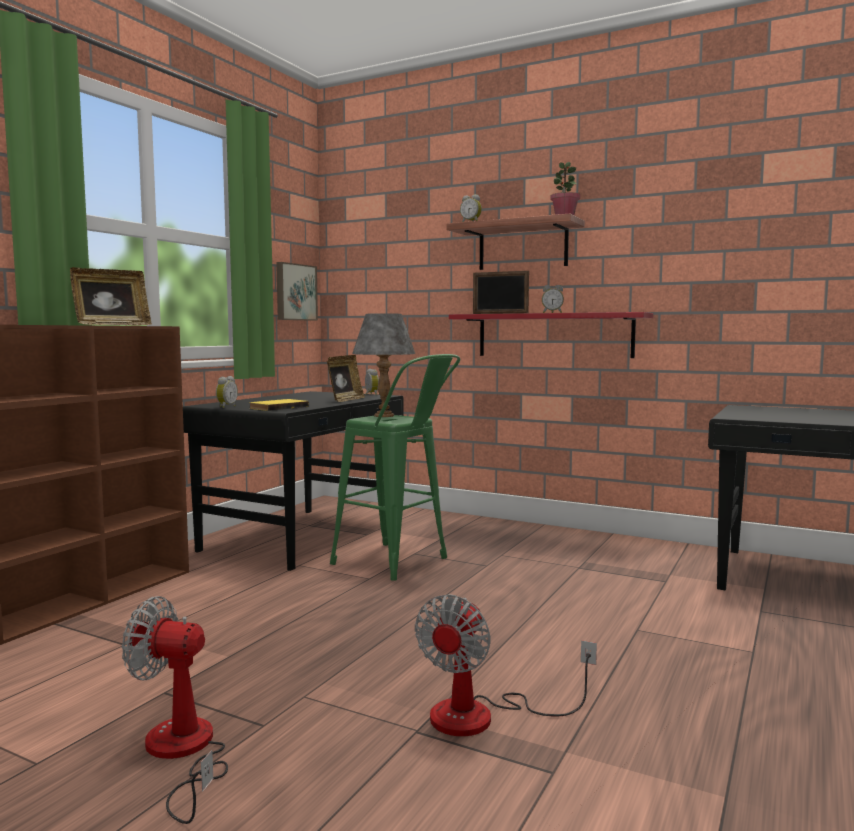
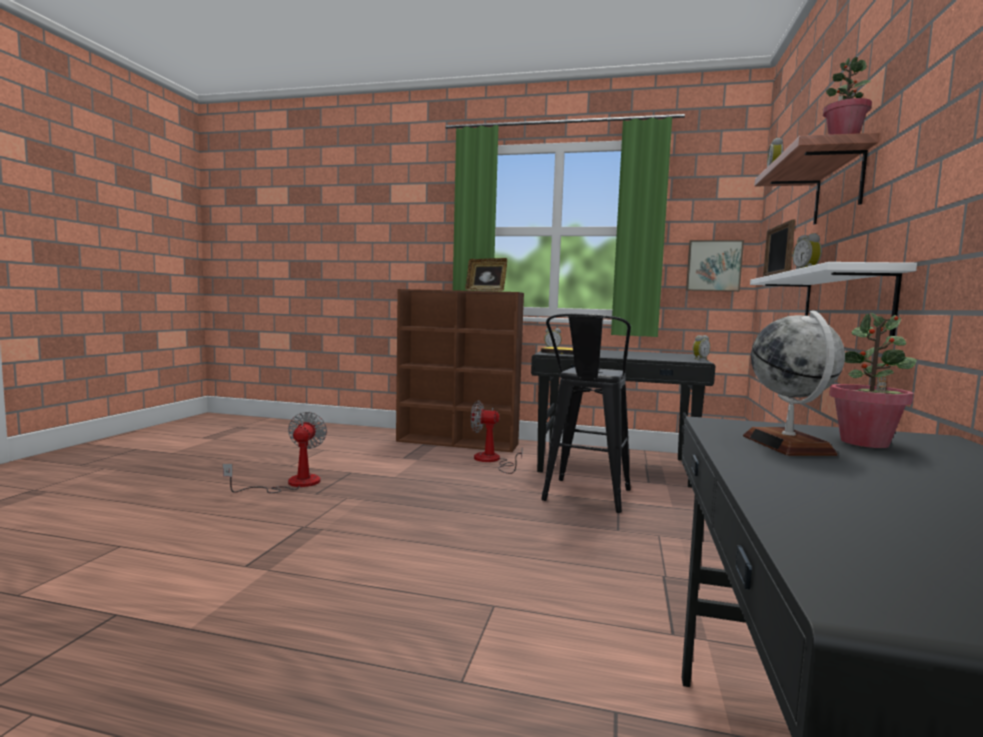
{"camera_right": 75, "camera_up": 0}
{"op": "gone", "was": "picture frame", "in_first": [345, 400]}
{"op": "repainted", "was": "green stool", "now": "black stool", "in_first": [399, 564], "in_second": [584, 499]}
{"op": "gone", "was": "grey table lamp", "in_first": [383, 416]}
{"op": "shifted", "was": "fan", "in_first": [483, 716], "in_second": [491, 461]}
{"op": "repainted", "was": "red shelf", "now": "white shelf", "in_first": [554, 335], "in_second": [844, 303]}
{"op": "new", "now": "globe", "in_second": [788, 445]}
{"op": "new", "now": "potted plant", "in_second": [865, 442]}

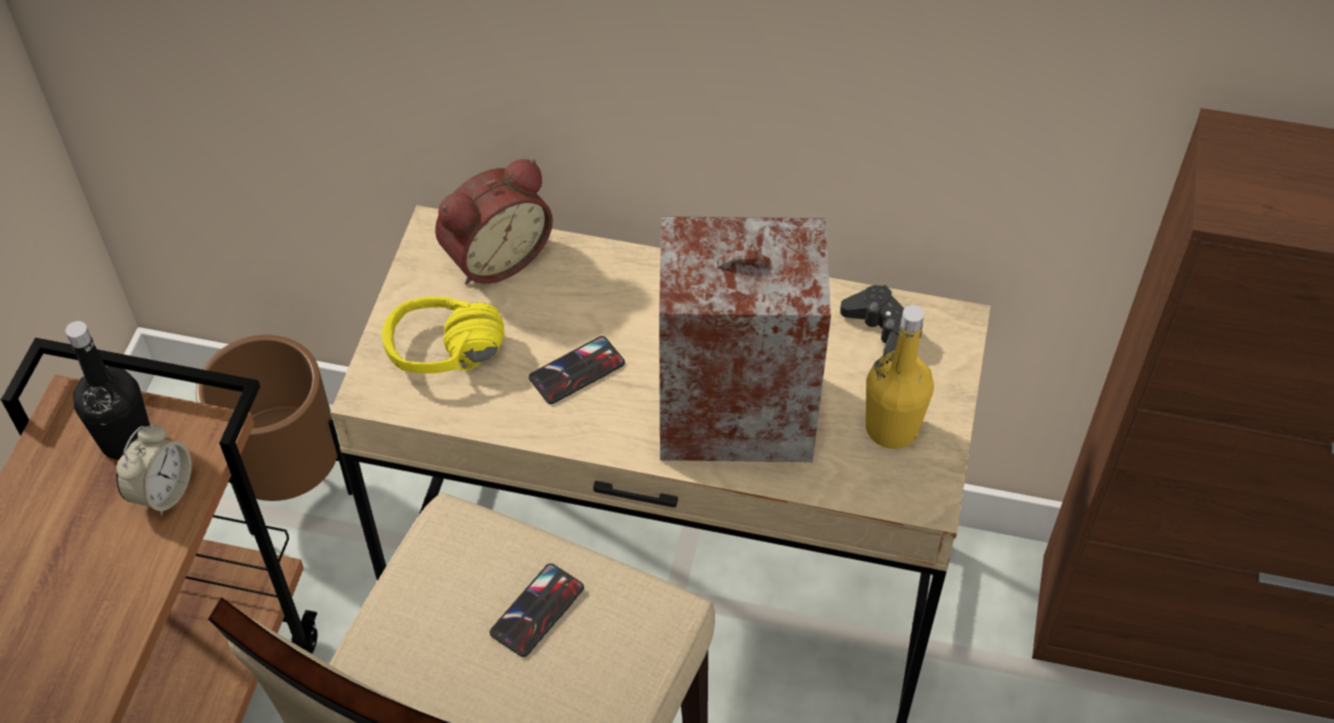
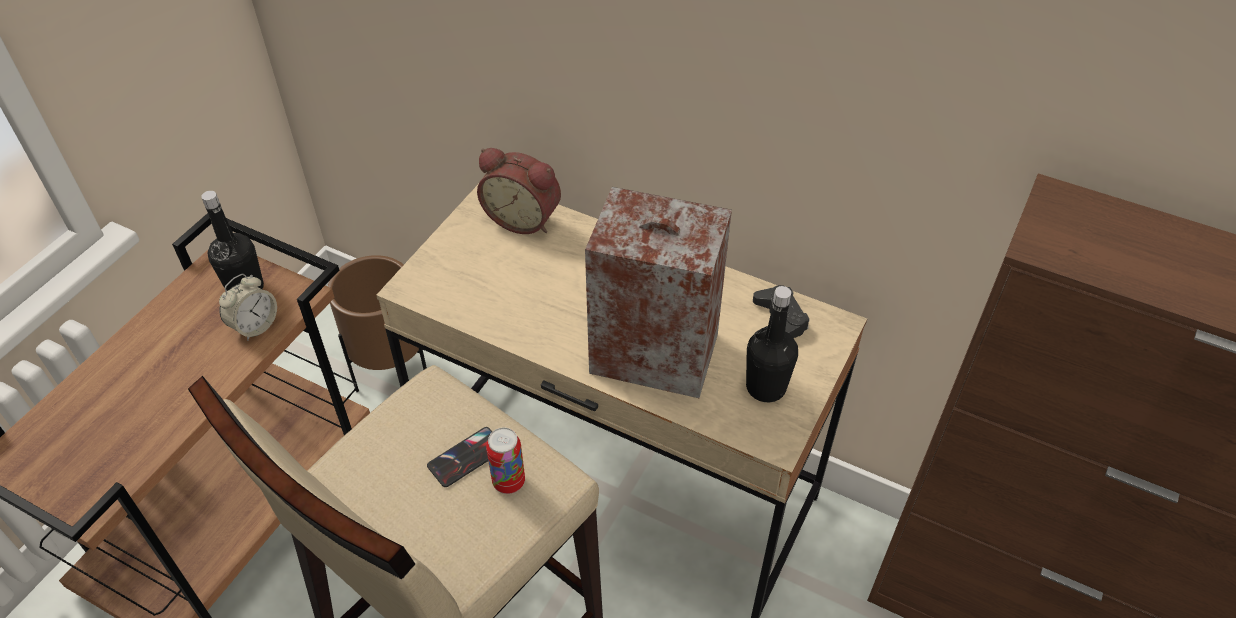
{"camera_right": 15, "camera_up": -5}
{"op": "gone", "was": "yellow headphones", "in_first": [446, 364]}
{"op": "rotated", "was": "alarm clock", "in_first": [494, 256], "in_second": [524, 218], "clockwise": 45}
{"op": "gone", "was": "phone", "in_first": [577, 371]}
{"op": "repainted", "was": "yellow bottle", "now": "black bottle", "in_first": [891, 428], "in_second": [766, 387]}
{"op": "new", "now": "can", "in_second": [508, 482]}

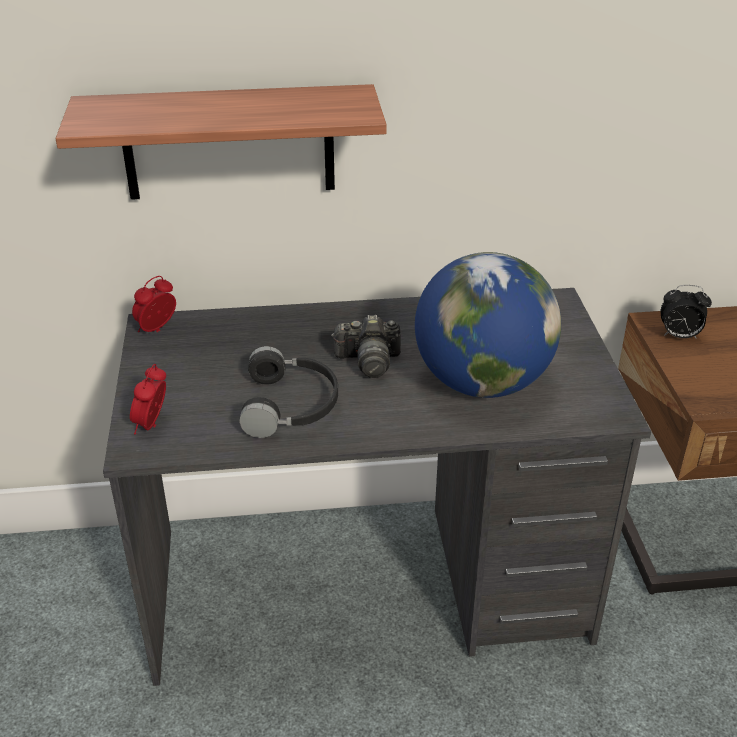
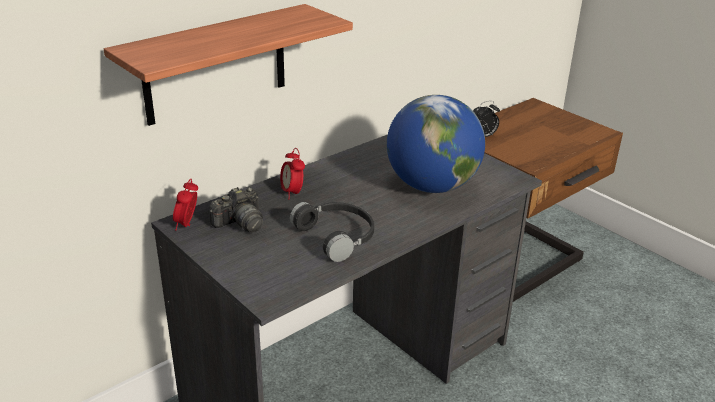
{"camera_right": -35, "camera_up": -5}
{"op": "shifted", "was": "alarm clock", "in_first": [152, 425], "in_second": [292, 193]}
{"op": "shifted", "was": "photo camera", "in_first": [368, 361], "in_second": [240, 223]}

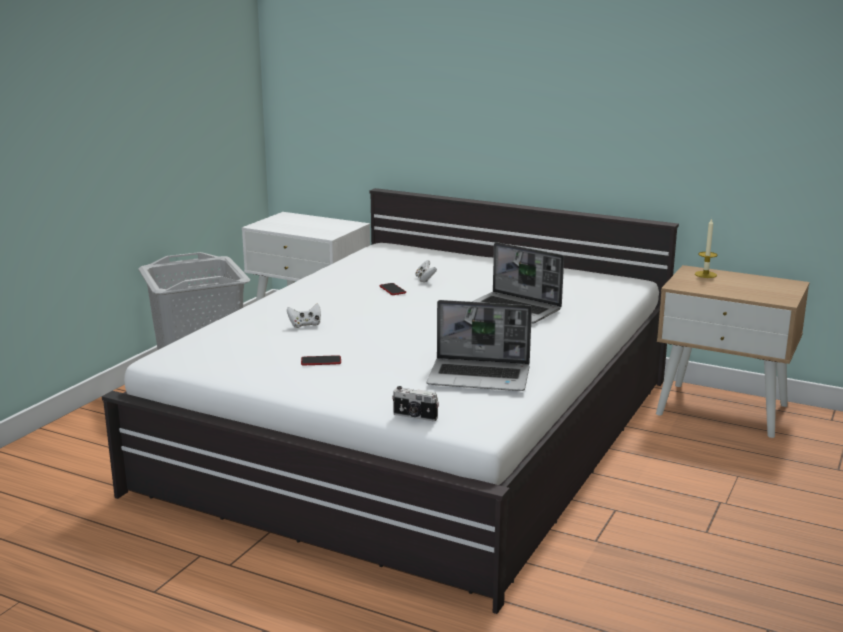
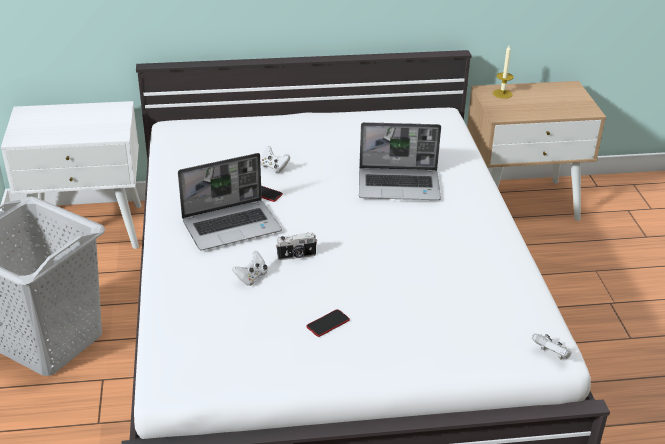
{"camera_right": -35, "camera_up": 15}
{"op": "shifted", "was": "photo camera", "in_first": [414, 417], "in_second": [297, 256]}
{"op": "shifted", "was": "laptop", "in_first": [480, 377], "in_second": [232, 226]}
{"op": "new", "now": "white game controller", "in_second": [551, 355]}

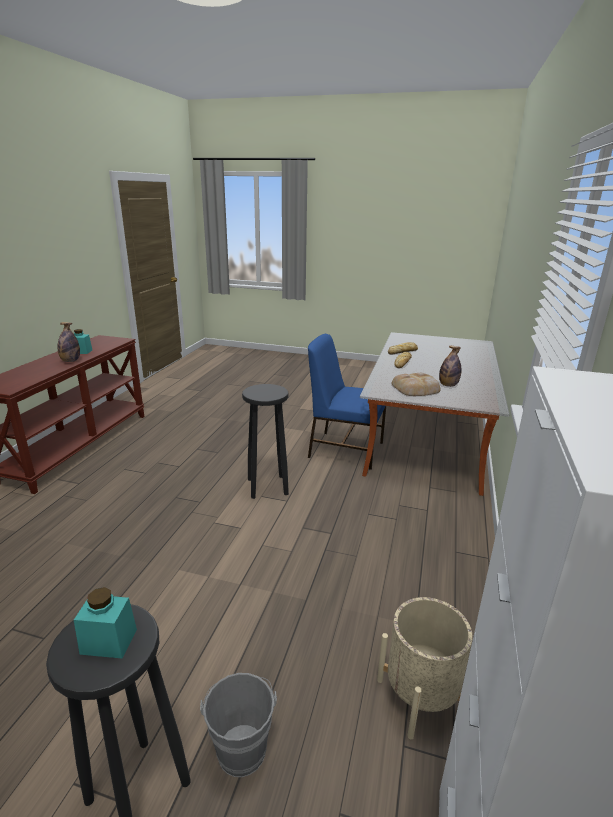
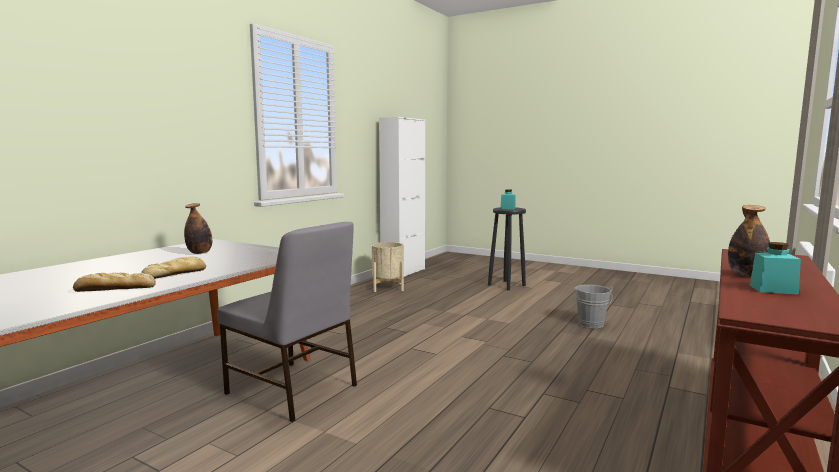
{"camera_right": -165, "camera_up": -15}
{"op": "shifted", "was": "grey bucket", "in_first": [241, 745], "in_second": [591, 325]}
{"op": "gone", "was": "black stool", "in_first": [267, 487]}
{"op": "repainted", "was": "blue chair", "now": "grey chair", "in_first": [345, 449], "in_second": [292, 390]}
{"op": "gone", "was": "bread", "in_first": [416, 389]}

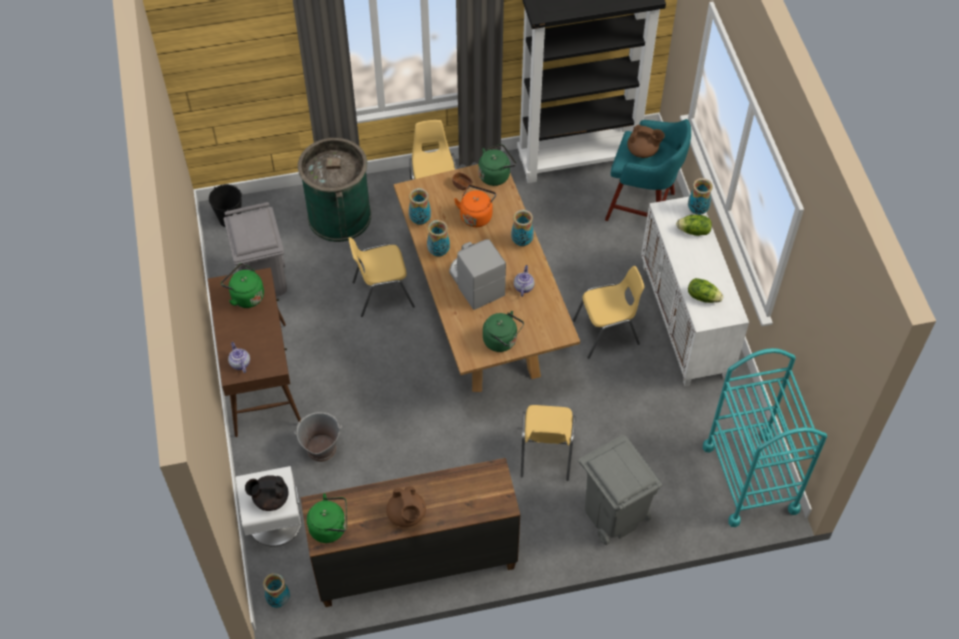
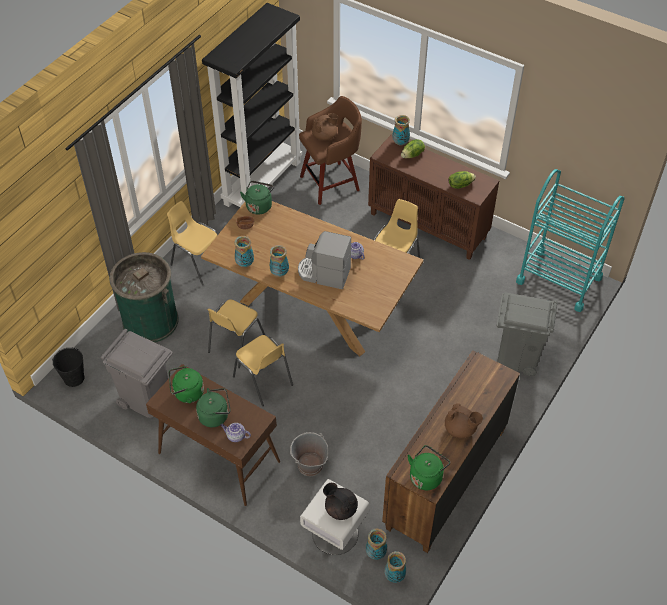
{"camera_right": -45, "camera_up": -5}
{"op": "rotated", "was": "black teapot", "in_first": [270, 498], "in_second": [340, 508], "clockwise": 90}
{"op": "gone", "was": "orange kettle", "in_first": [476, 215]}
{"op": "shifted", "was": "green kettle", "in_first": [502, 341], "in_second": [215, 415]}
{"op": "shifted", "was": "vase", "in_first": [521, 241], "in_second": [375, 553]}
{"op": "shifted", "was": "yellow chair", "in_first": [545, 454], "in_second": [263, 381]}
{"op": "repainted", "was": "turquoise stool", "now": "brown stool", "in_first": [642, 207], "in_second": [331, 183]}
{"op": "repainted", "was": "white cabinet", "now": "brown cabinet", "in_first": [685, 321], "in_second": [429, 225]}

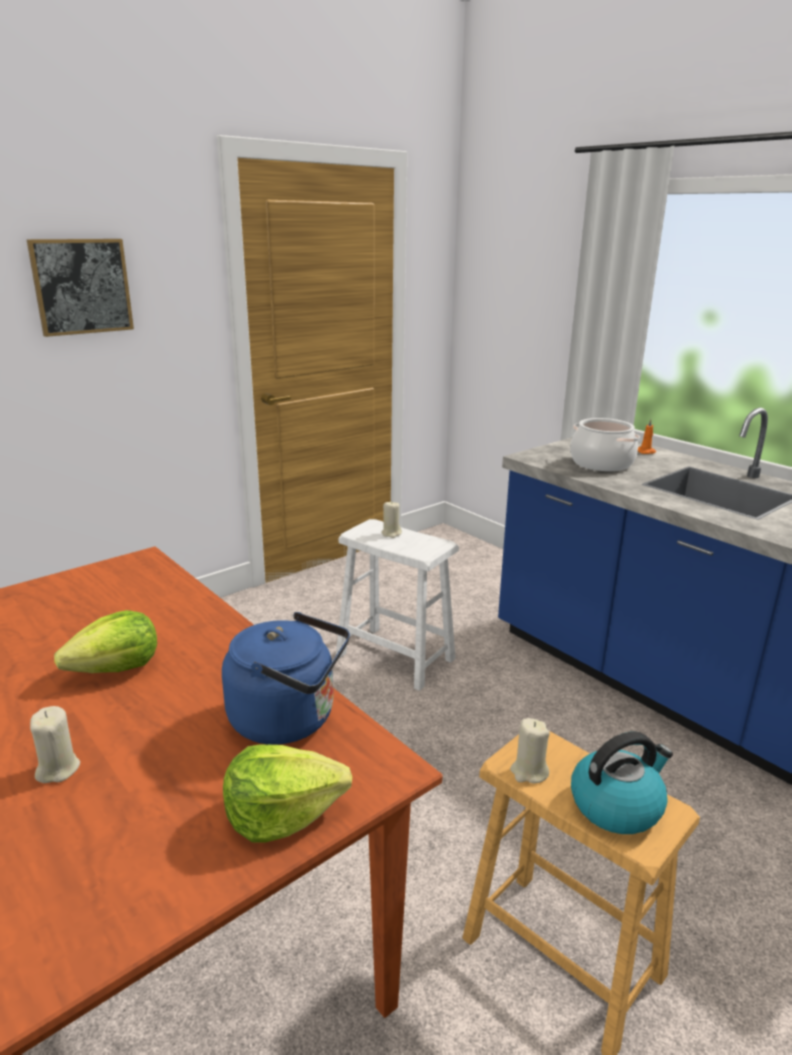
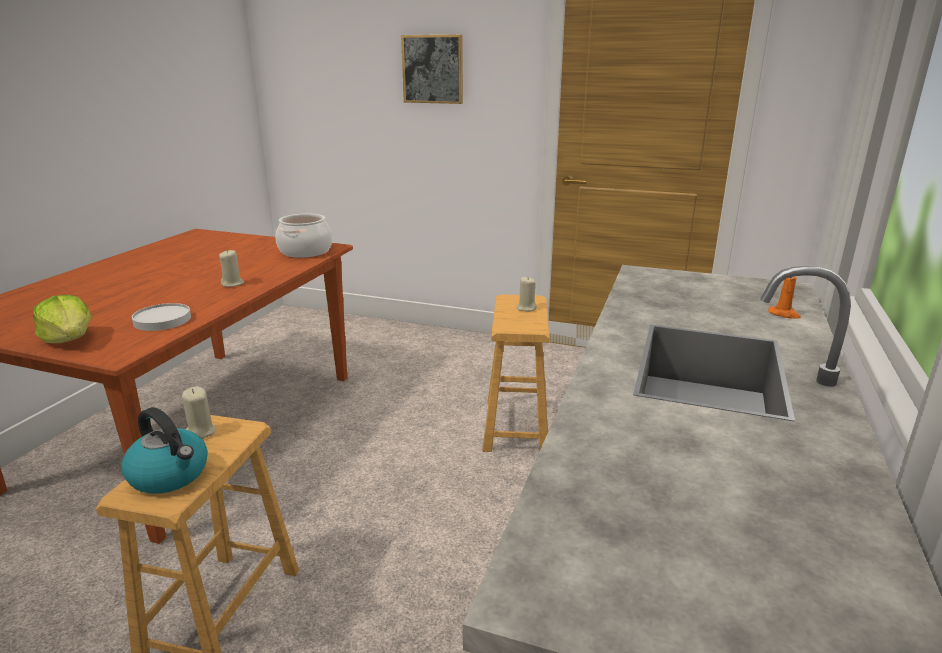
{"camera_right": 60, "camera_up": 0}
{"op": "shifted", "was": "beige candle", "in_first": [58, 769], "in_second": [232, 284]}
{"op": "gone", "was": "lettuce", "in_first": [116, 668]}
{"op": "swapped", "was": "blue kettle", "now": "white plate", "in_first": [289, 719], "in_second": [162, 320]}
{"op": "repainted", "was": "white stool", "now": "brown stool", "in_first": [395, 657], "in_second": [516, 426]}
{"op": "shifted", "was": "cooking pot", "in_first": [602, 463], "in_second": [305, 251]}

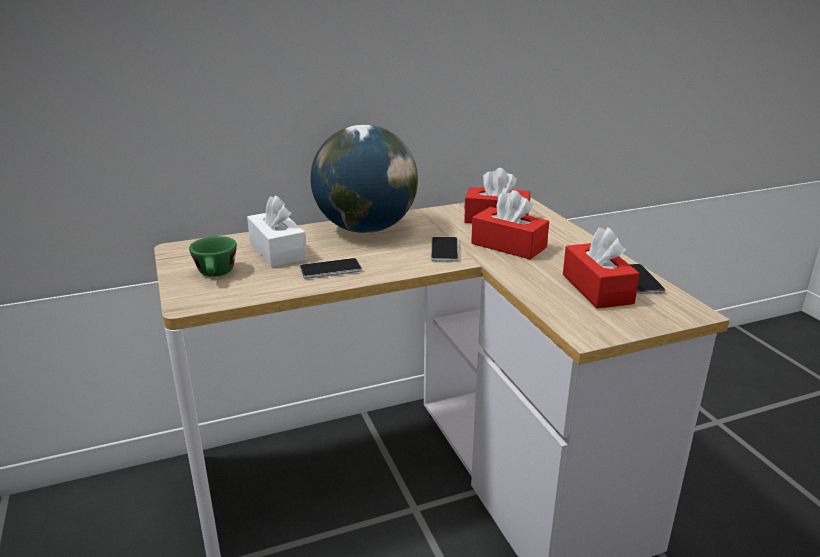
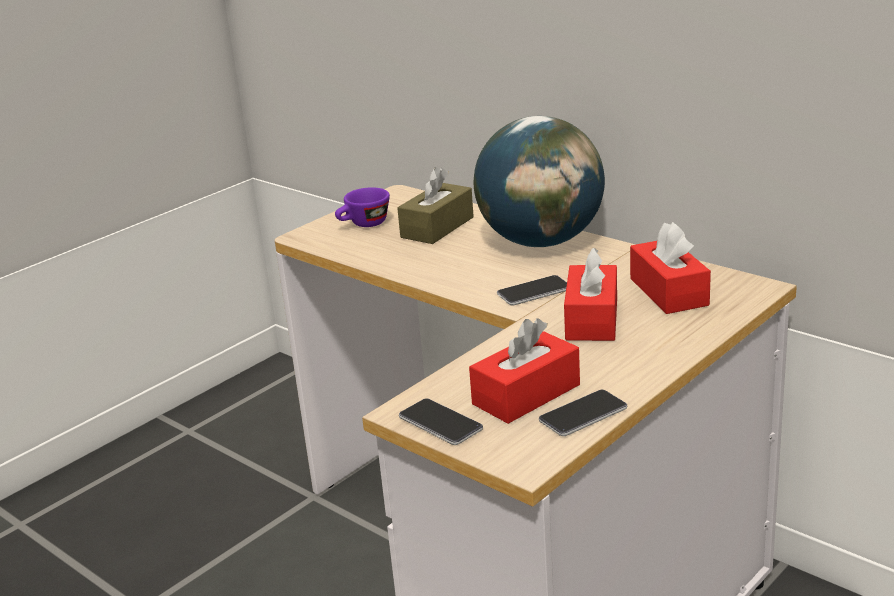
{"camera_right": 65, "camera_up": 0}
{"op": "repainted", "was": "green cup", "now": "purple cup", "in_first": [216, 274], "in_second": [364, 225]}
{"op": "repainted", "was": "white tissue box", "now": "brown tissue box", "in_first": [277, 251], "in_second": [437, 227]}
{"op": "shifted", "was": "phone", "in_first": [330, 270], "in_second": [440, 423]}

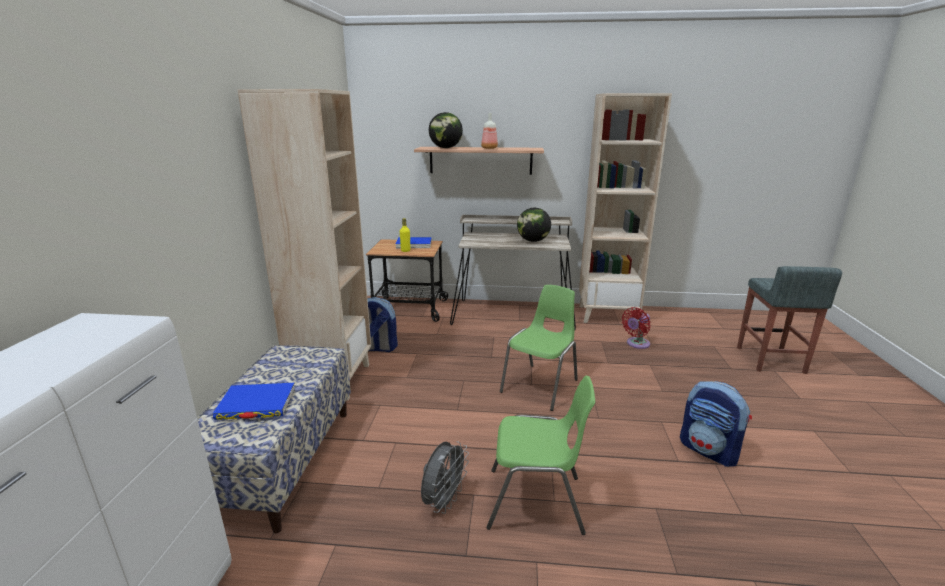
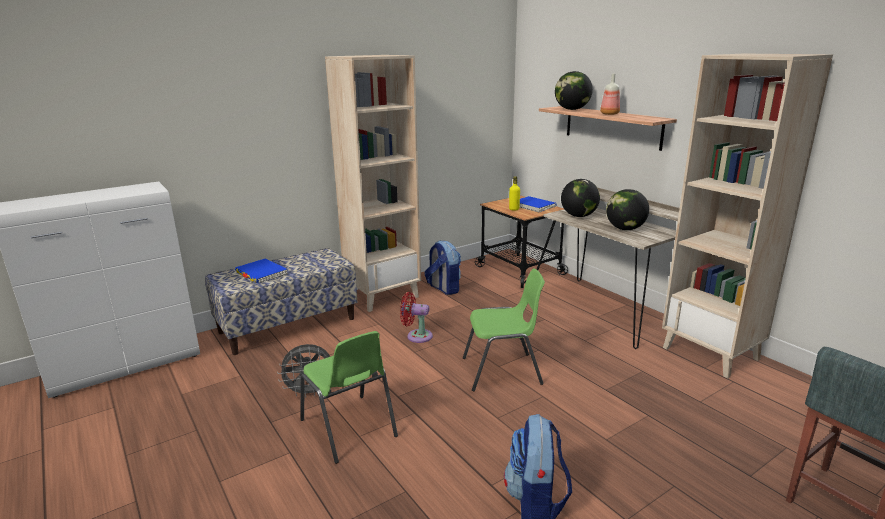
{"camera_right": 50, "camera_up": 0}
{"op": "shifted", "was": "red fan", "in_first": [636, 344], "in_second": [416, 336]}
{"op": "new", "now": "globe", "in_second": [578, 216]}

